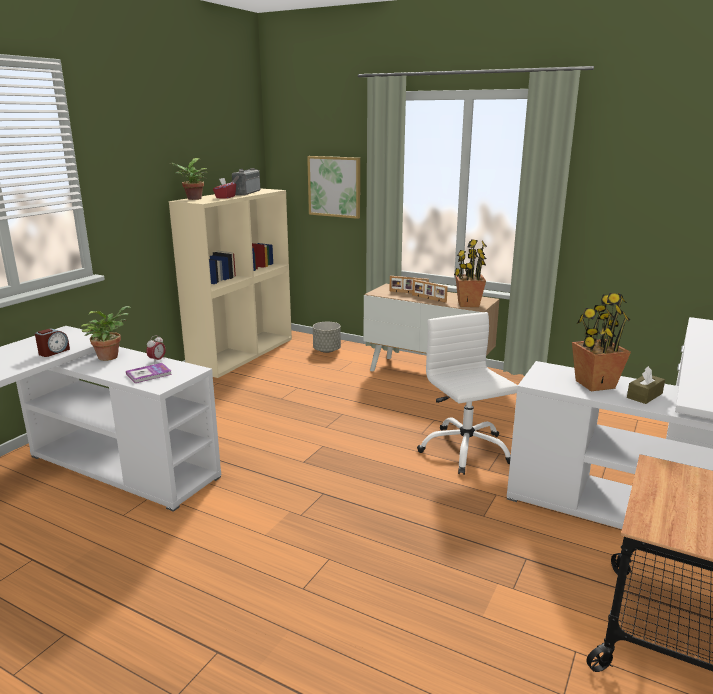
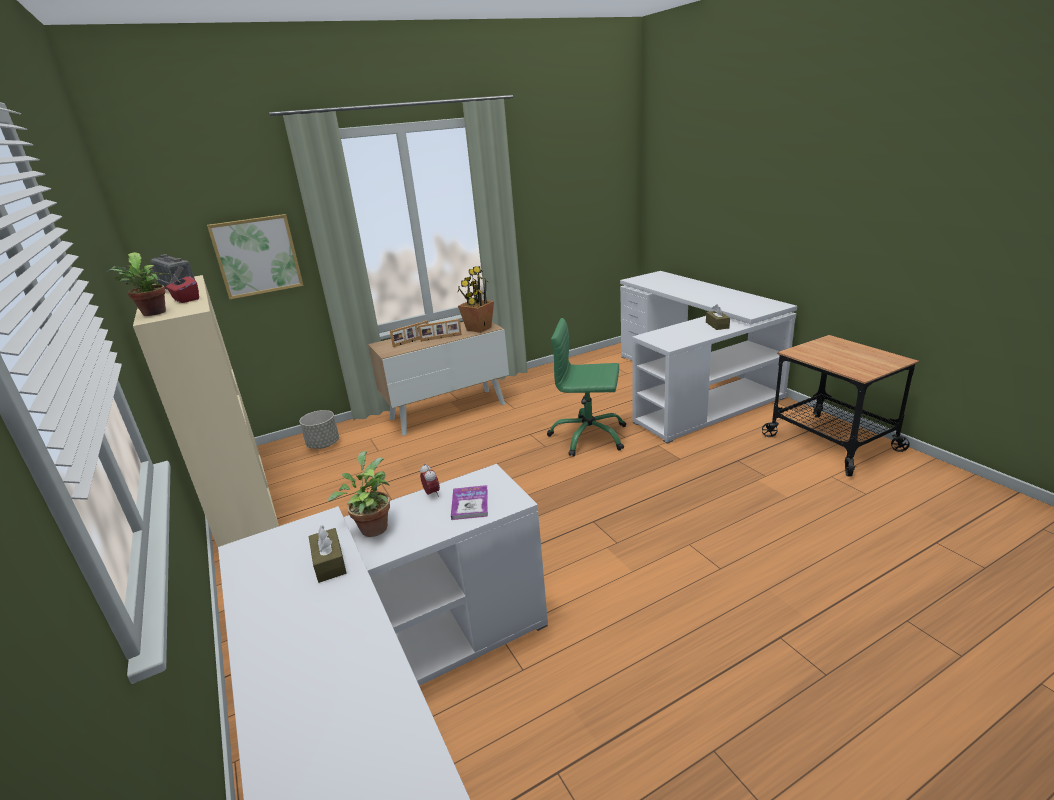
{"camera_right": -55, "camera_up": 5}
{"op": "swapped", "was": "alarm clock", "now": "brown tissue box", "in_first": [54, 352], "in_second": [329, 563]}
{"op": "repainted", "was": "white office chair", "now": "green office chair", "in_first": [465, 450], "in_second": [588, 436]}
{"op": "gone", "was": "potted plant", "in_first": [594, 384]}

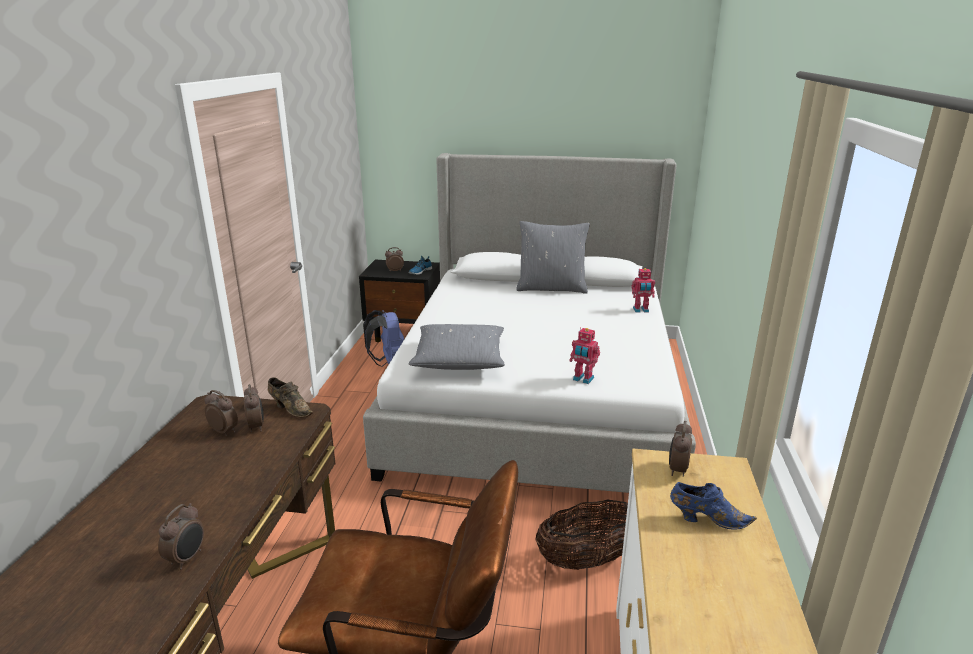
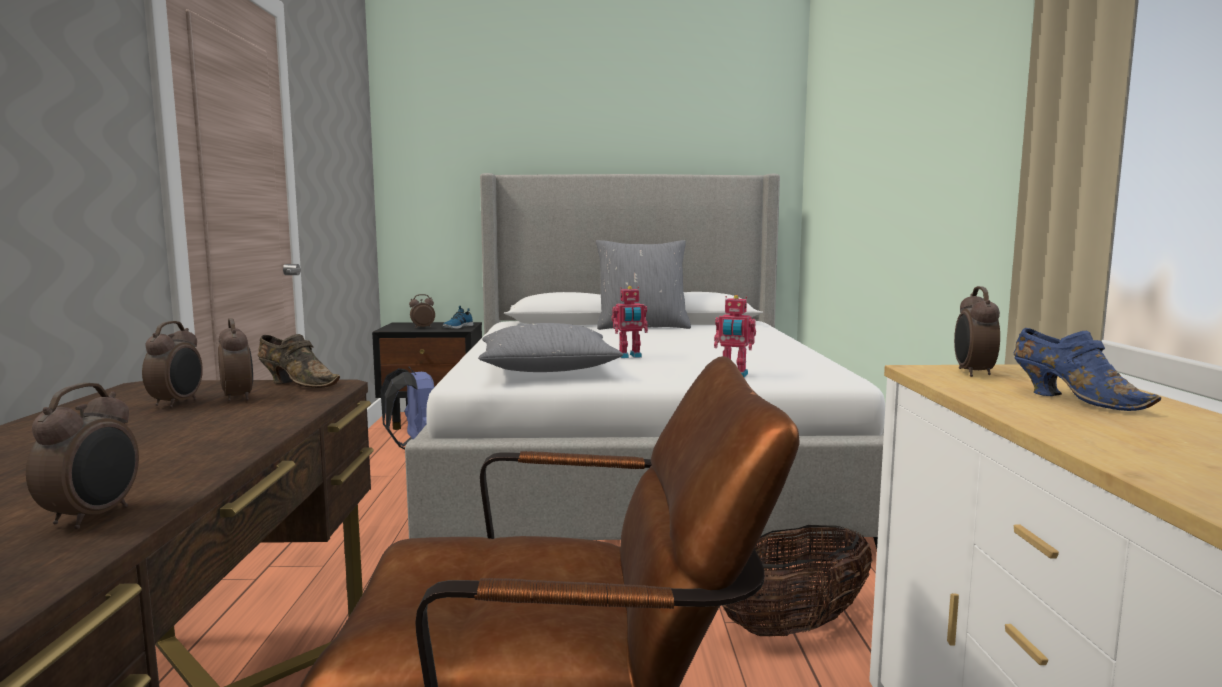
{"camera_right": -10, "camera_up": -15}
{"op": "rotated", "was": "alarm clock", "in_first": [224, 431], "in_second": [178, 403], "clockwise": 75}
{"op": "shifted", "was": "toy robot", "in_first": [641, 310], "in_second": [629, 356]}
{"op": "rotated", "was": "blue shoe", "in_first": [707, 519], "in_second": [1074, 399], "clockwise": 60}

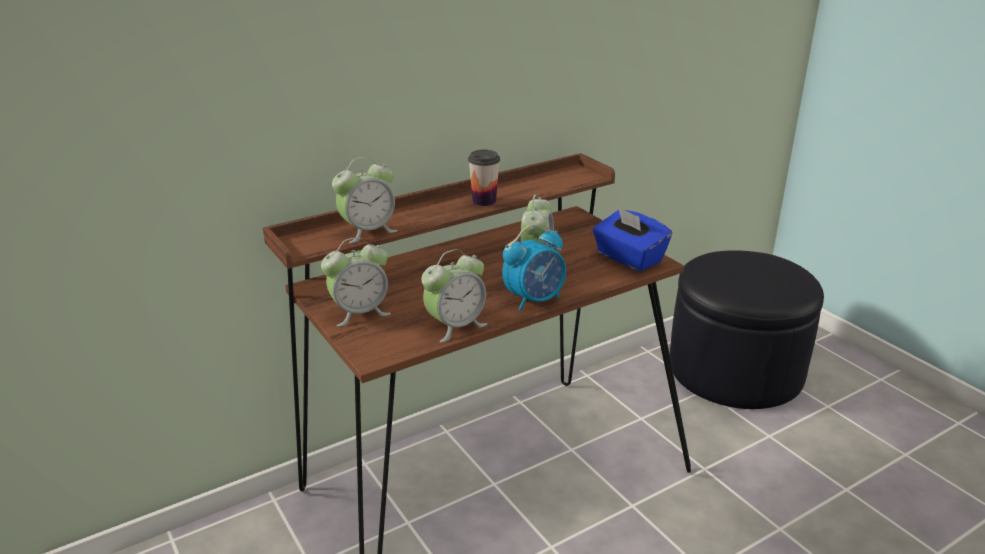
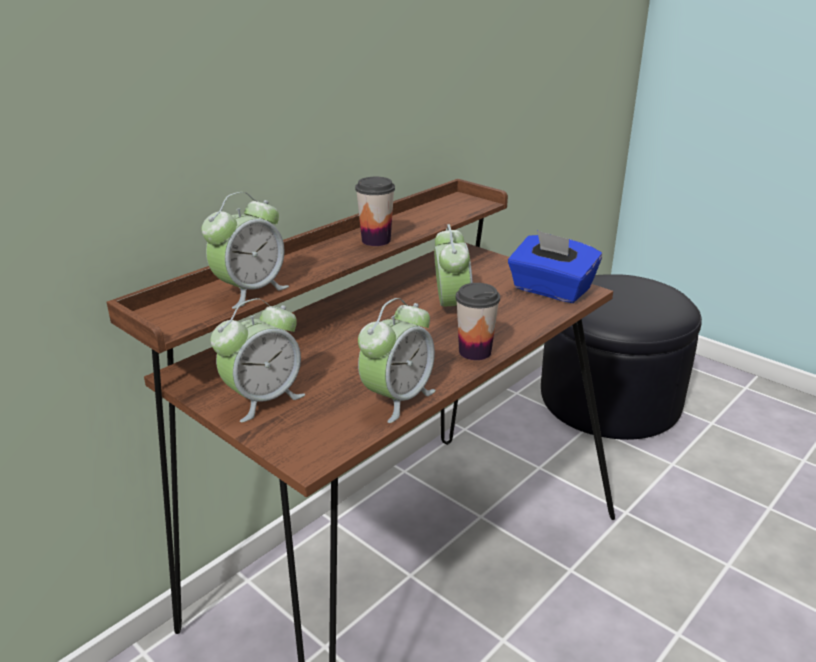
{"camera_right": -15, "camera_up": 0}
{"op": "swapped", "was": "alarm clock", "now": "cup", "in_first": [534, 300], "in_second": [475, 352]}

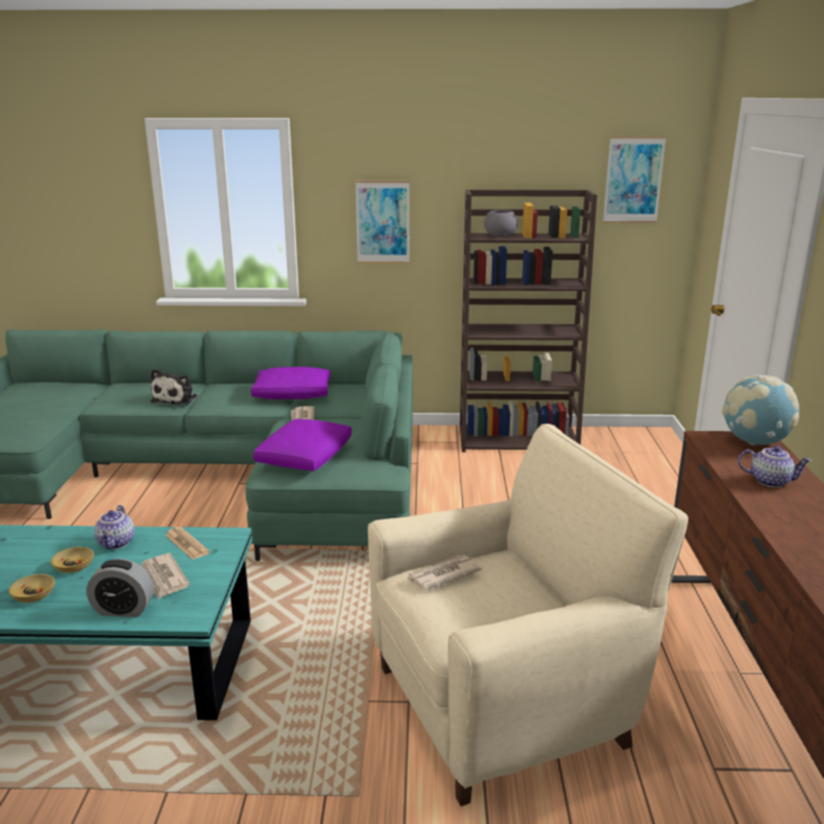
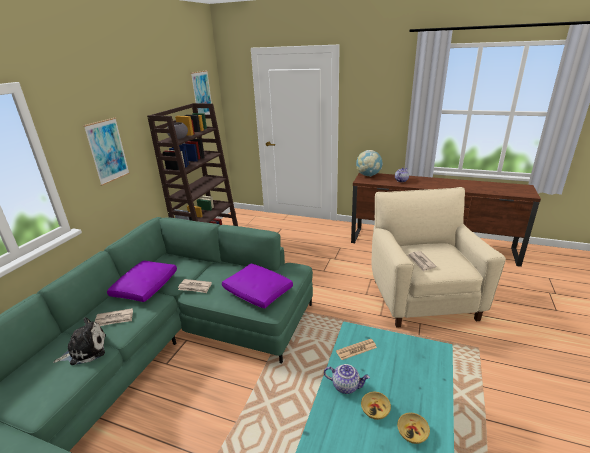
{"camera_right": -70, "camera_up": 5}
{"op": "gone", "was": "alarm clock", "in_first": [123, 610]}
{"op": "shifted", "was": "newspaper", "in_first": [163, 578], "in_second": [114, 319]}
{"op": "rotated", "was": "plush toy", "in_first": [177, 399], "in_second": [85, 350], "clockwise": -60}

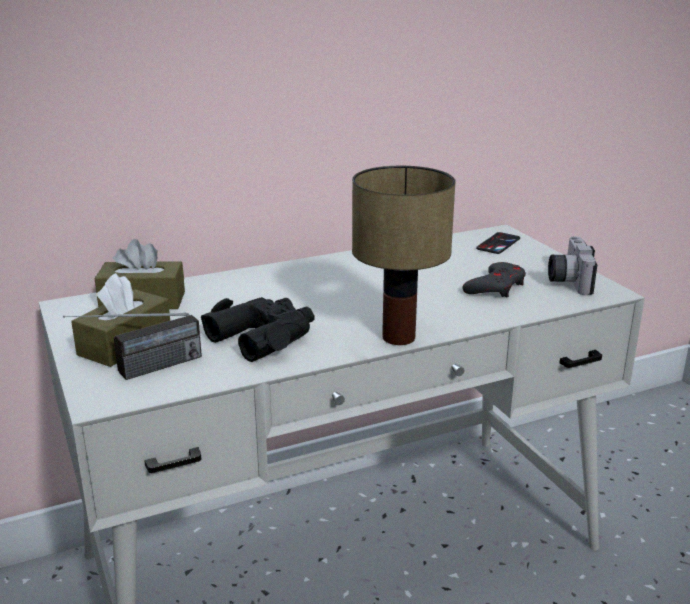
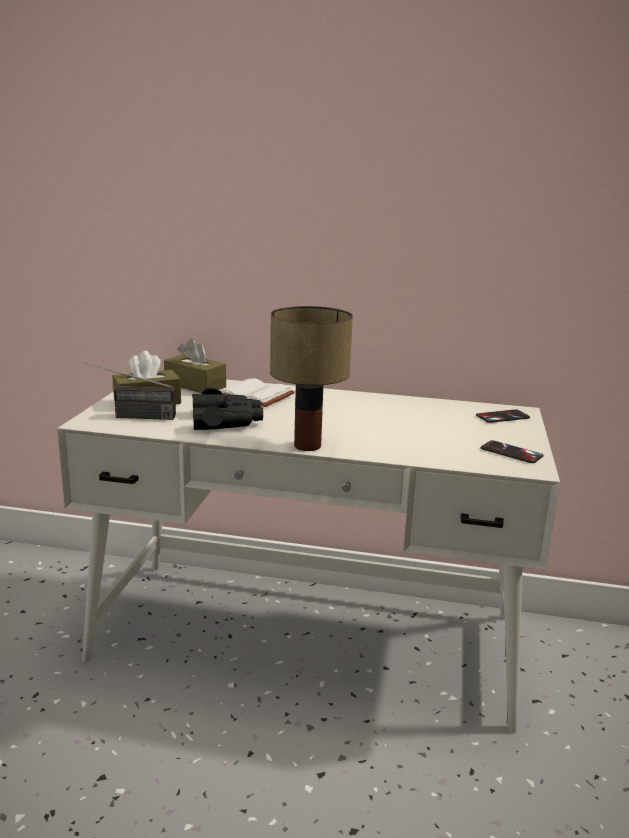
{"camera_right": 35, "camera_up": -5}
{"op": "gone", "was": "grey game controller", "in_first": [496, 287]}
{"op": "swapped", "was": "photo camera", "now": "phone", "in_first": [567, 280], "in_second": [511, 452]}
{"op": "new", "now": "white book", "in_second": [257, 396]}

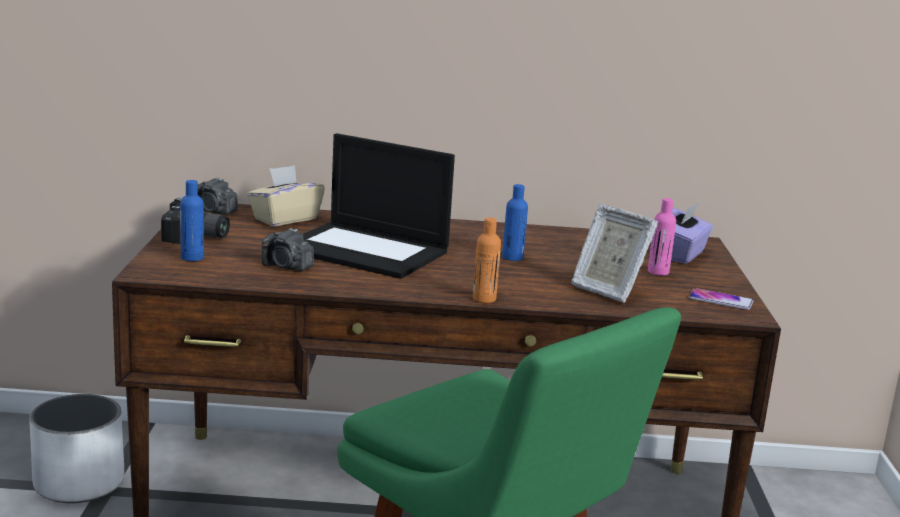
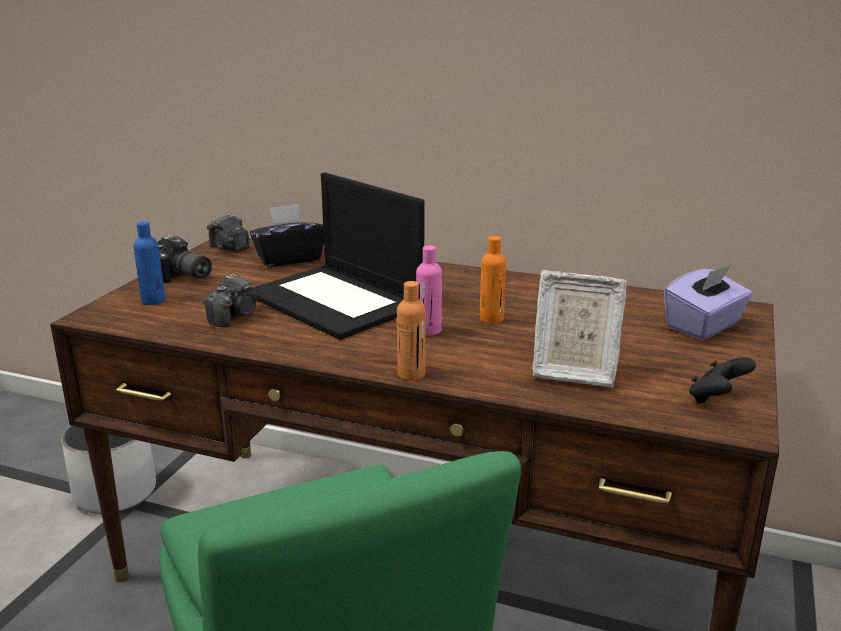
{"camera_right": 20, "camera_up": 5}
{"op": "repainted", "was": "beige tissue box", "now": "black tissue box", "in_first": [285, 219], "in_second": [289, 259]}
{"op": "rotated", "was": "photo camera", "in_first": [286, 267], "in_second": [234, 317], "clockwise": -105}
{"op": "repainted", "was": "blue bottle", "now": "orange bottle", "in_first": [512, 257], "in_second": [491, 319]}
{"op": "rotated", "was": "picture frame", "in_first": [607, 290], "in_second": [573, 372], "clockwise": -45}
{"op": "shifted", "was": "pink bottle", "in_first": [658, 272], "in_second": [428, 330]}
{"op": "swapped", "was": "phone", "now": "black game controller", "in_first": [720, 300], "in_second": [716, 399]}

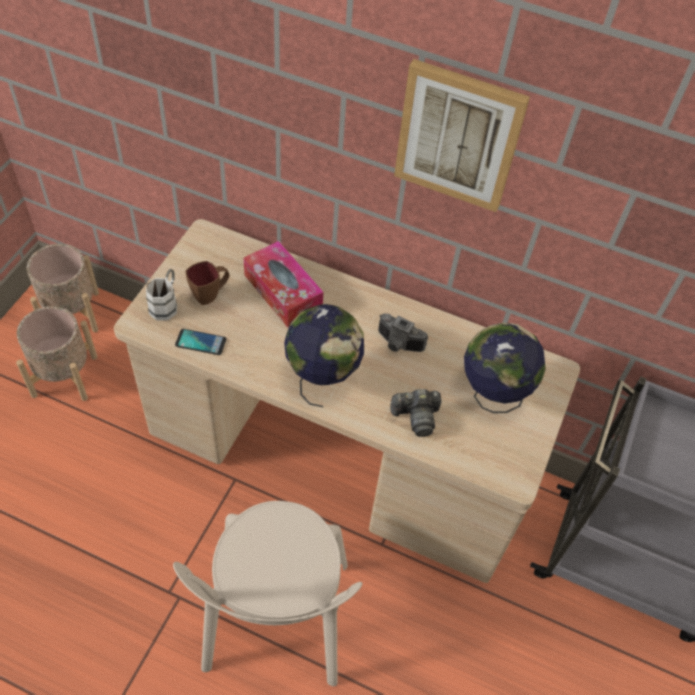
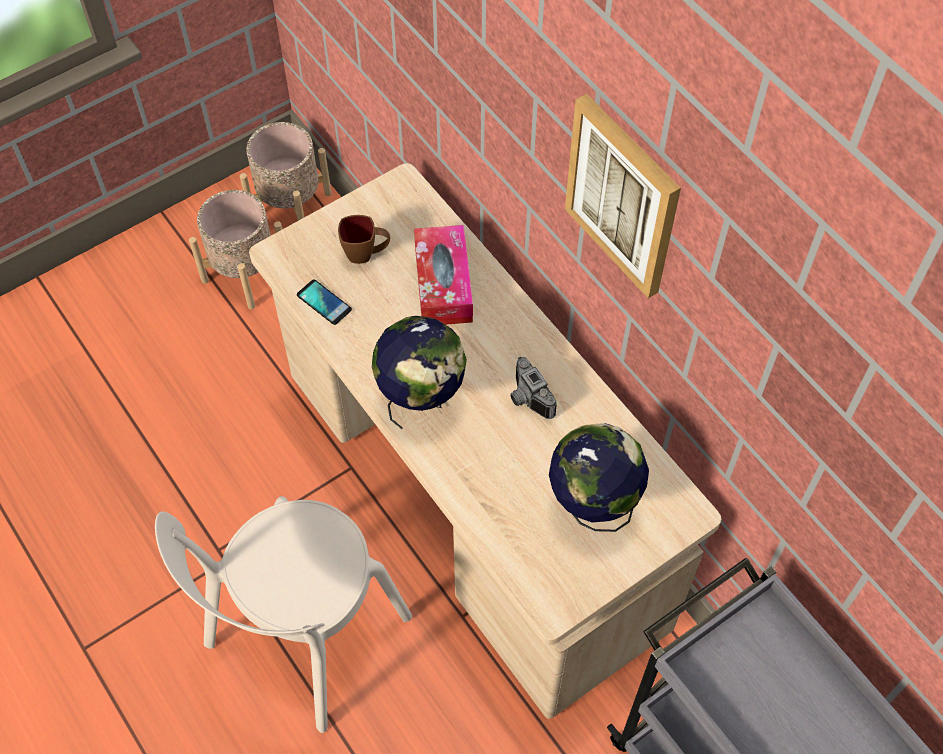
{"camera_right": 35, "camera_up": 5}
{"op": "gone", "was": "white mug", "in_first": [166, 304]}
{"op": "gone", "was": "photo camera", "in_first": [416, 417]}

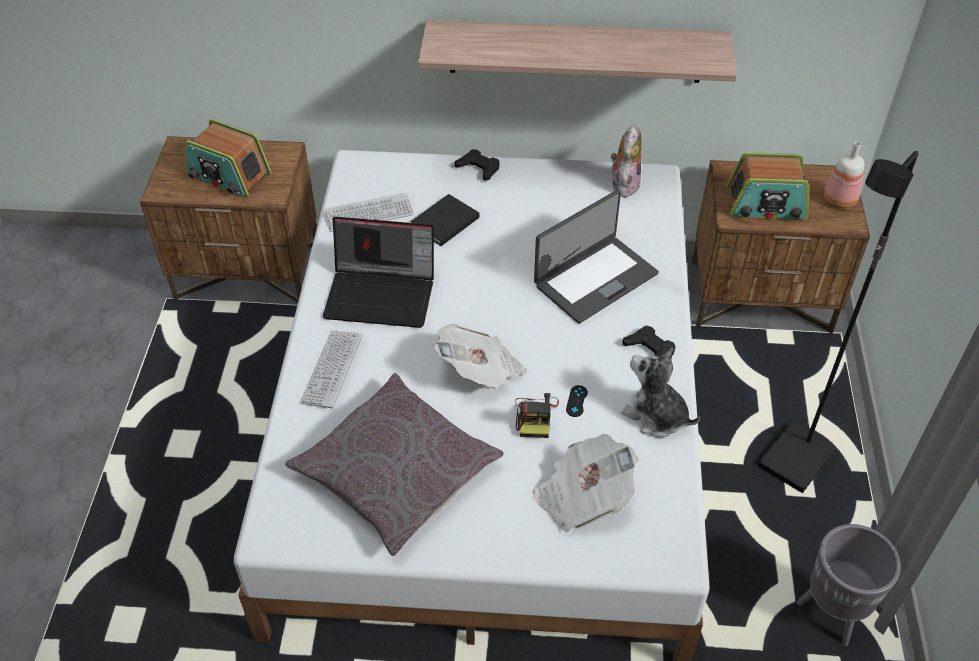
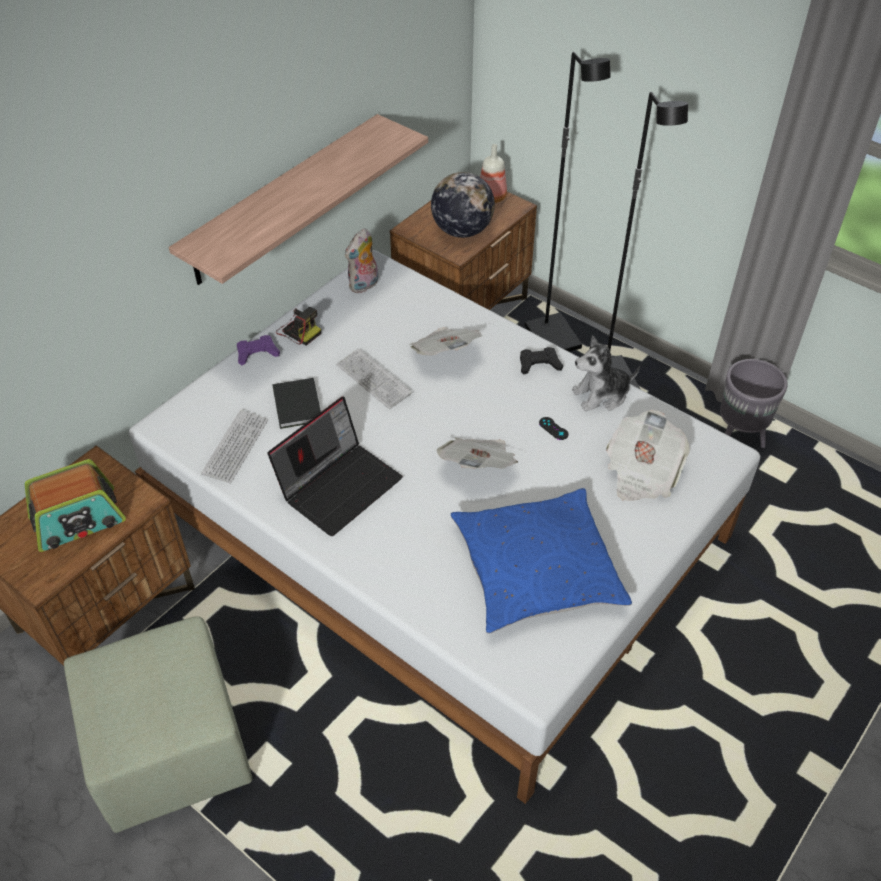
{"camera_right": -55, "camera_up": 0}
{"op": "repainted", "was": "grey pillow", "now": "blue pillow", "in_first": [396, 472], "in_second": [536, 570]}
{"op": "shifted", "was": "keyboard", "in_first": [332, 369], "in_second": [373, 380]}
{"op": "repainted", "was": "black game controller", "now": "purple game controller", "in_first": [478, 168], "in_second": [257, 353]}
{"op": "shifted", "was": "photo camera", "in_first": [535, 416], "in_second": [298, 331]}
{"op": "swapped", "was": "laptop", "now": "newspaper", "in_first": [595, 279], "in_second": [445, 354]}
{"op": "rotated", "was": "plush toy", "in_first": [624, 184], "in_second": [364, 285], "clockwise": -105}
{"op": "swapped", "was": "radio", "now": "globe", "in_first": [766, 205], "in_second": [462, 231]}
{"op": "new", "now": "green ottoman", "in_second": [172, 750]}
{"op": "new", "now": "black floor lamp", "in_second": [554, 338]}

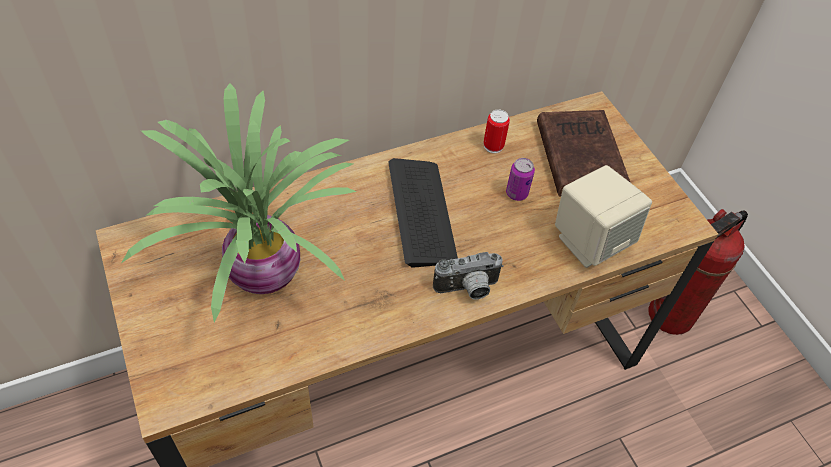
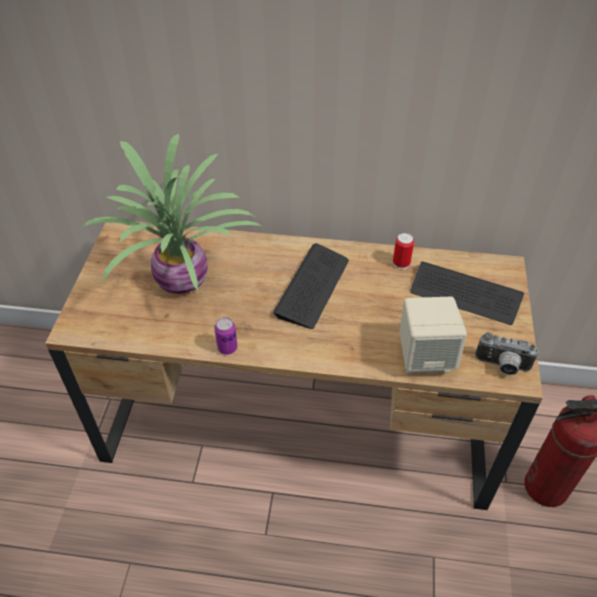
{"camera_right": 35, "camera_up": -5}
{"op": "shifted", "was": "photo camera", "in_first": [468, 289], "in_second": [502, 366]}
{"op": "shifted", "was": "can", "in_first": [516, 193], "in_second": [227, 348]}
{"op": "swapped", "was": "brown book", "now": "keyboard", "in_first": [578, 155], "in_second": [465, 294]}

